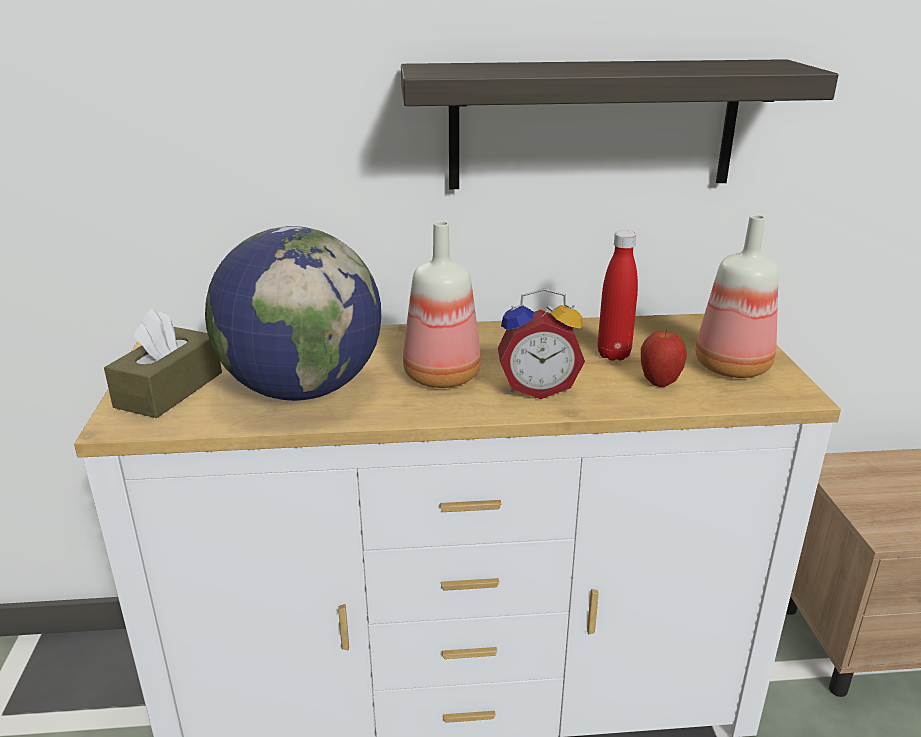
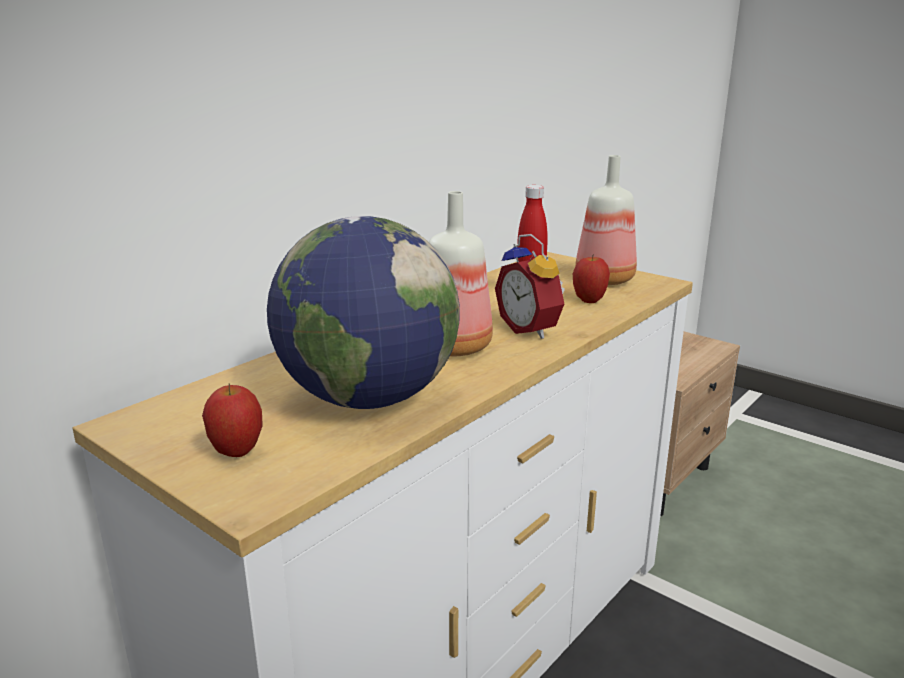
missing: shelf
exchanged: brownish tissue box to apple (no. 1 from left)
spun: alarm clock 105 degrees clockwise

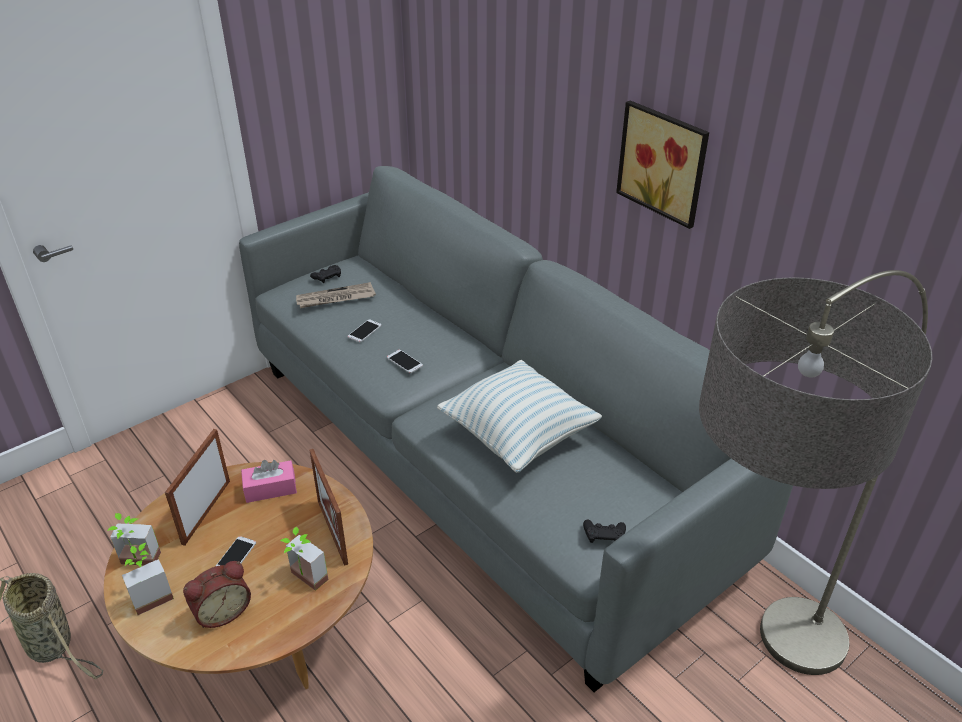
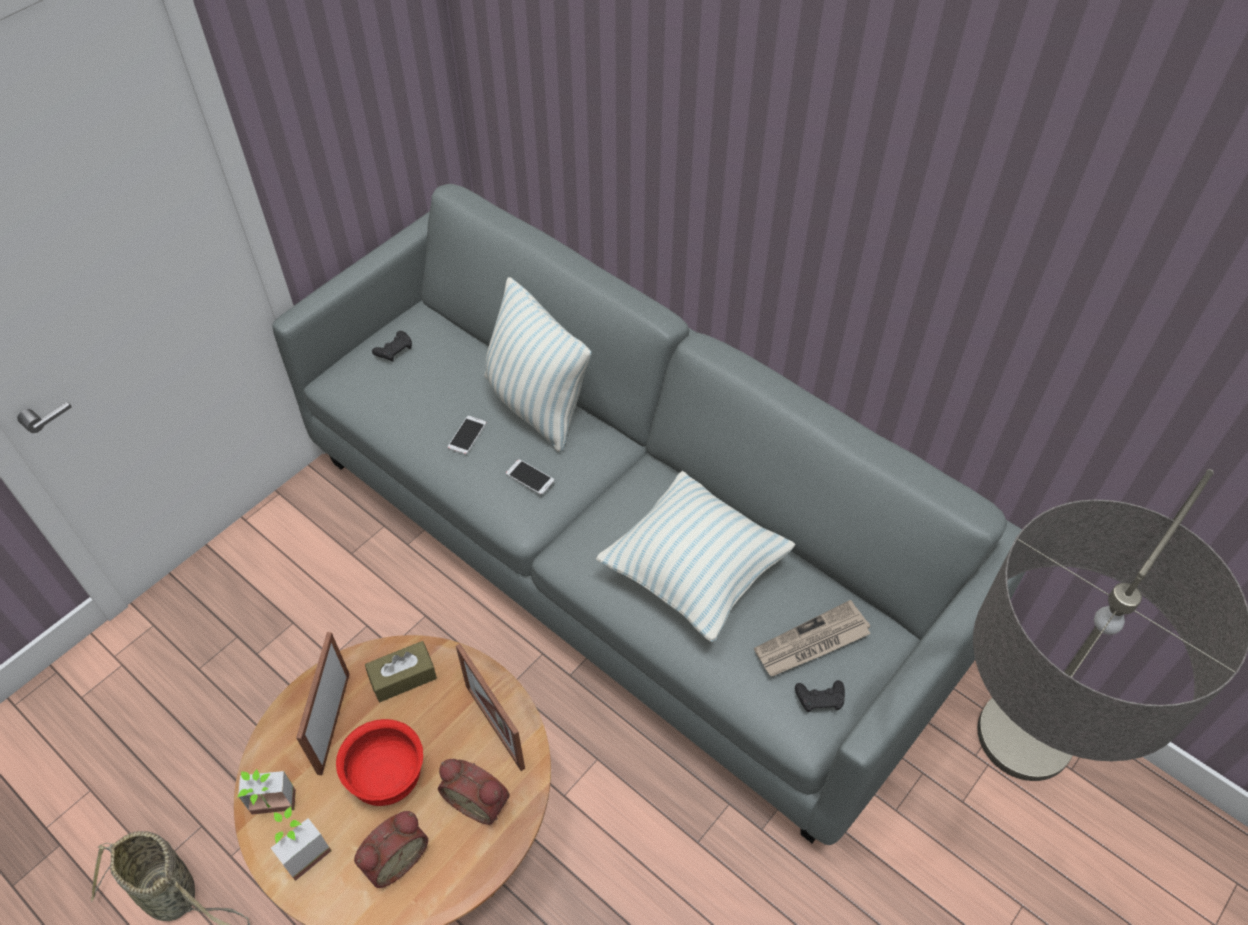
missing: wall art
appeared: pillow (no. 1 from left)
relocated: daily paper
exchanged: handset (no. 1 from left) to red bowl; houseplant (no. 3 from left) to alarm clock (no. 2 from left)
colour: pink tissue box to brownish tissue box

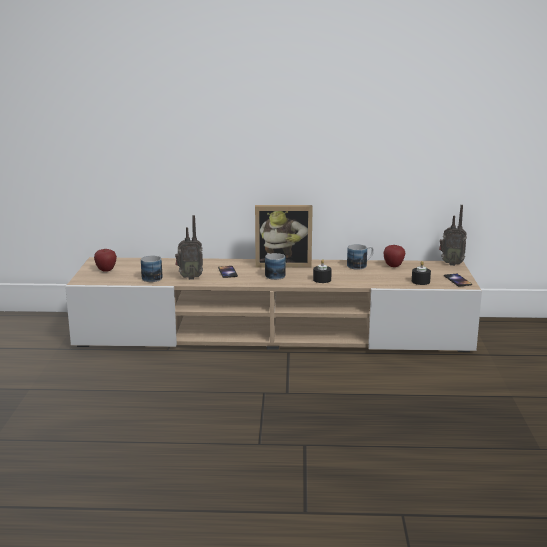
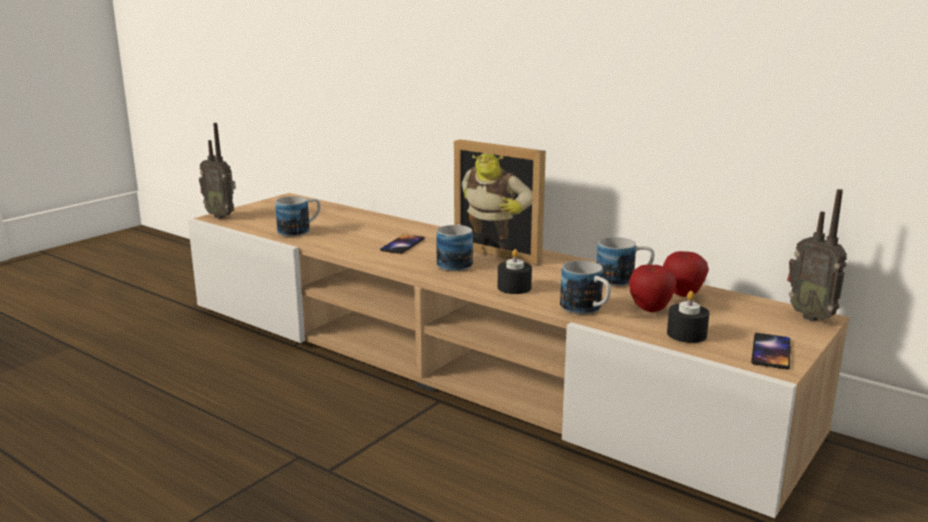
appeared: coffee mug (no. 3 from left)
relocated: apple (no. 1 from left); radio set (no. 1 from left)

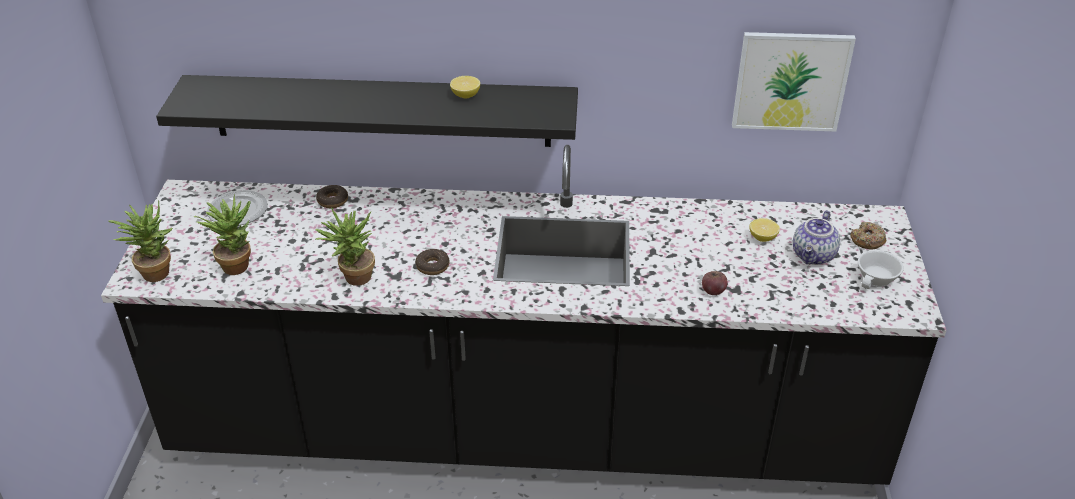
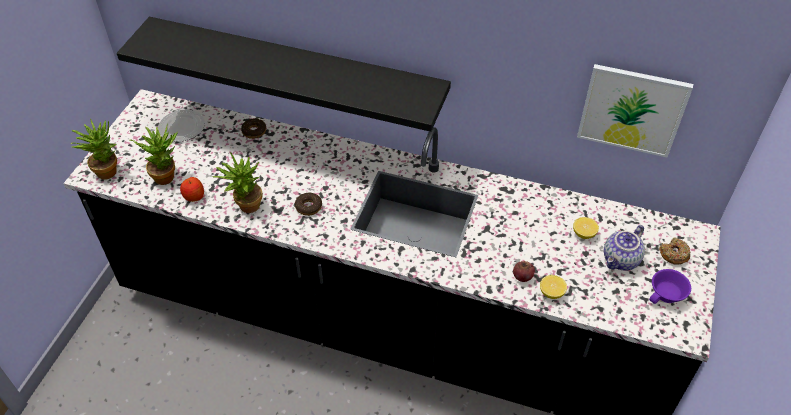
appeared: apple (no. 1 from left)
relocated: lemon (no. 1 from left)
colour: whitish small cup to purple small cup

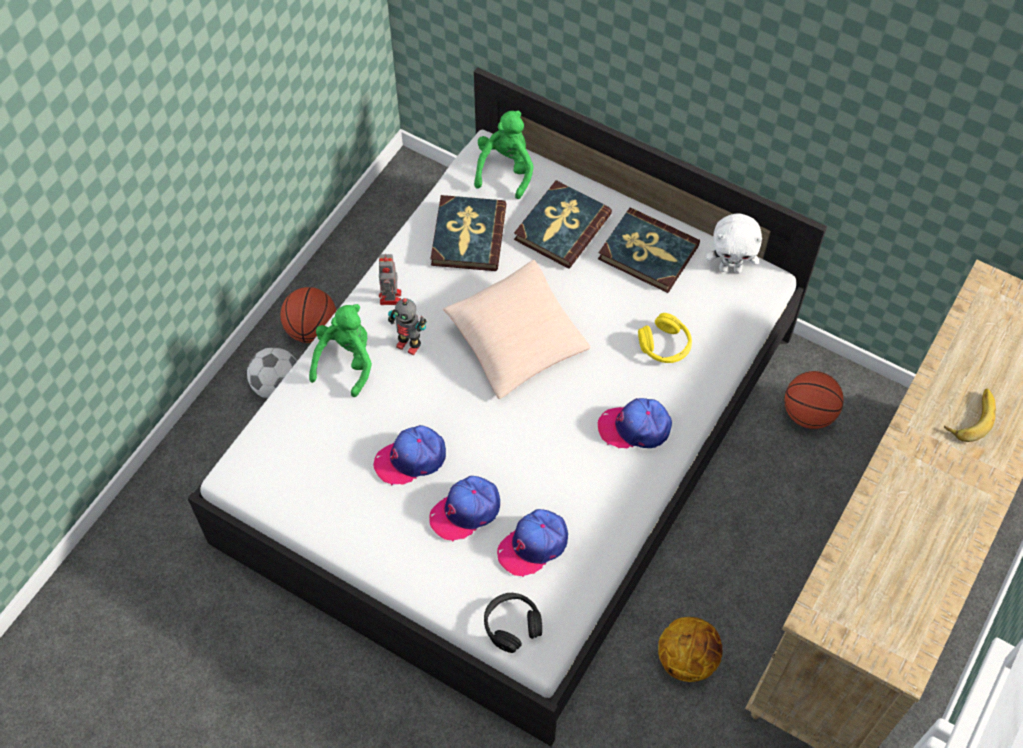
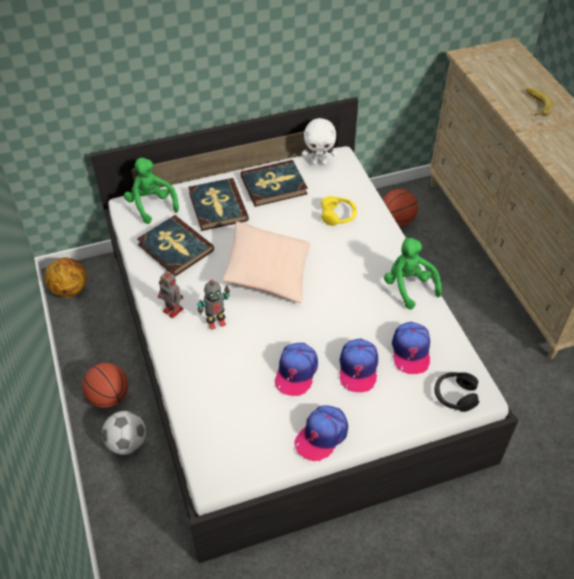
relocated: green cuddly toy (no. 1 from left in the first image) to green cuddly toy (no. 2 from left); baseball cap (no. 4 from left in the first image) to baseball cap (no. 2 from left); ball for basketball (no. 2 from left in the first image) to ball for basketball (no. 1 from left)
spun: whitish cuddly toy 45 degrees clockwise

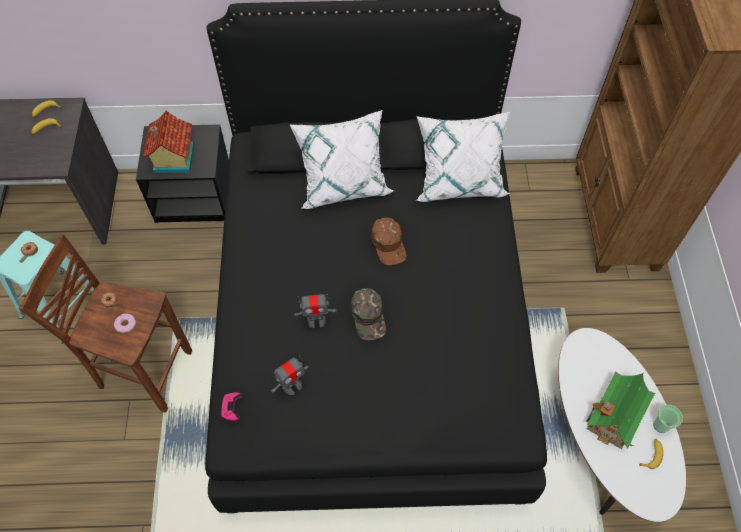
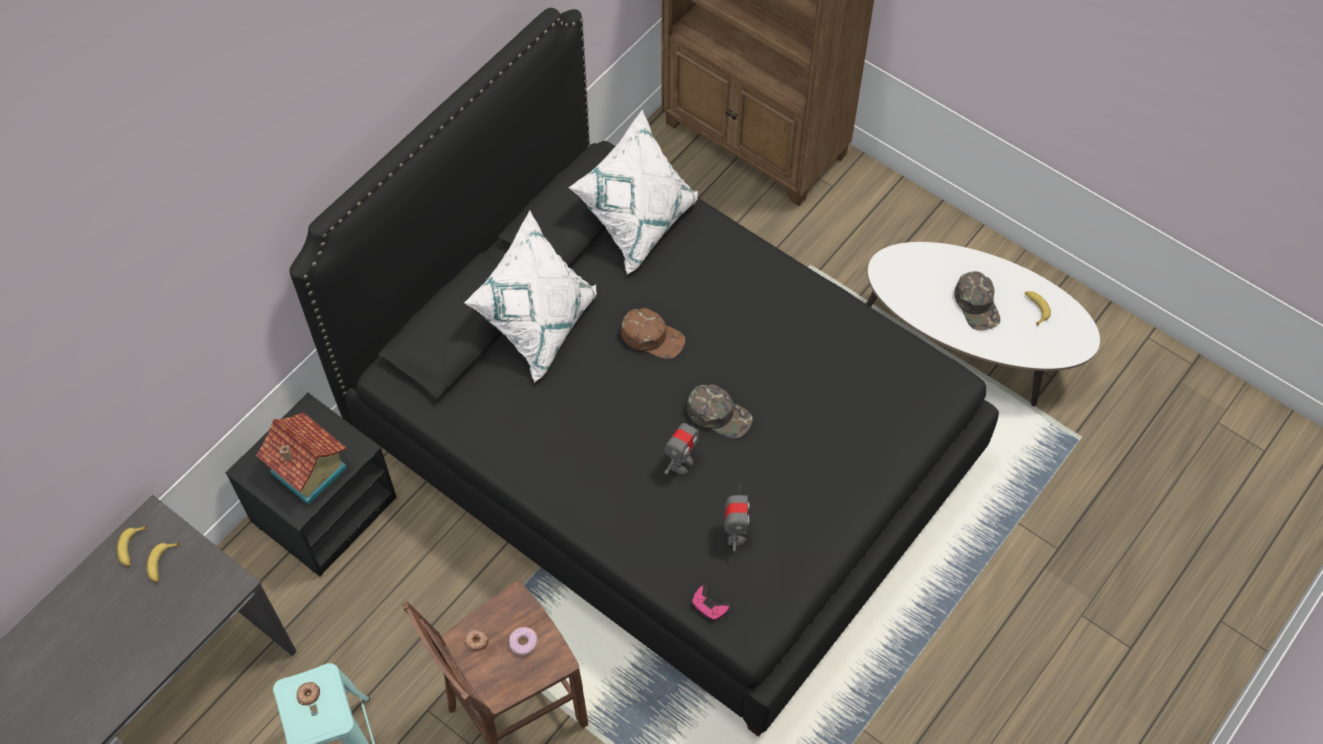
missing: small cup
exchanged: model house (no. 2 from left) to green baseball cap (no. 2 from left)

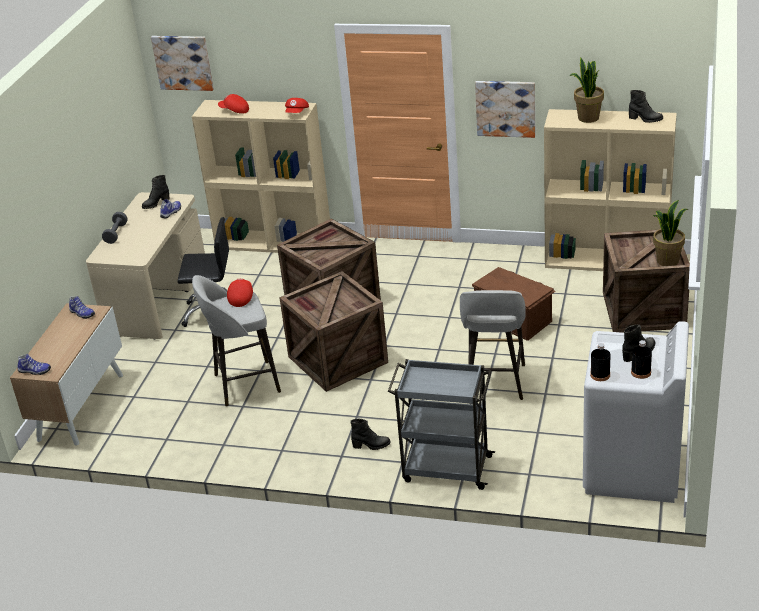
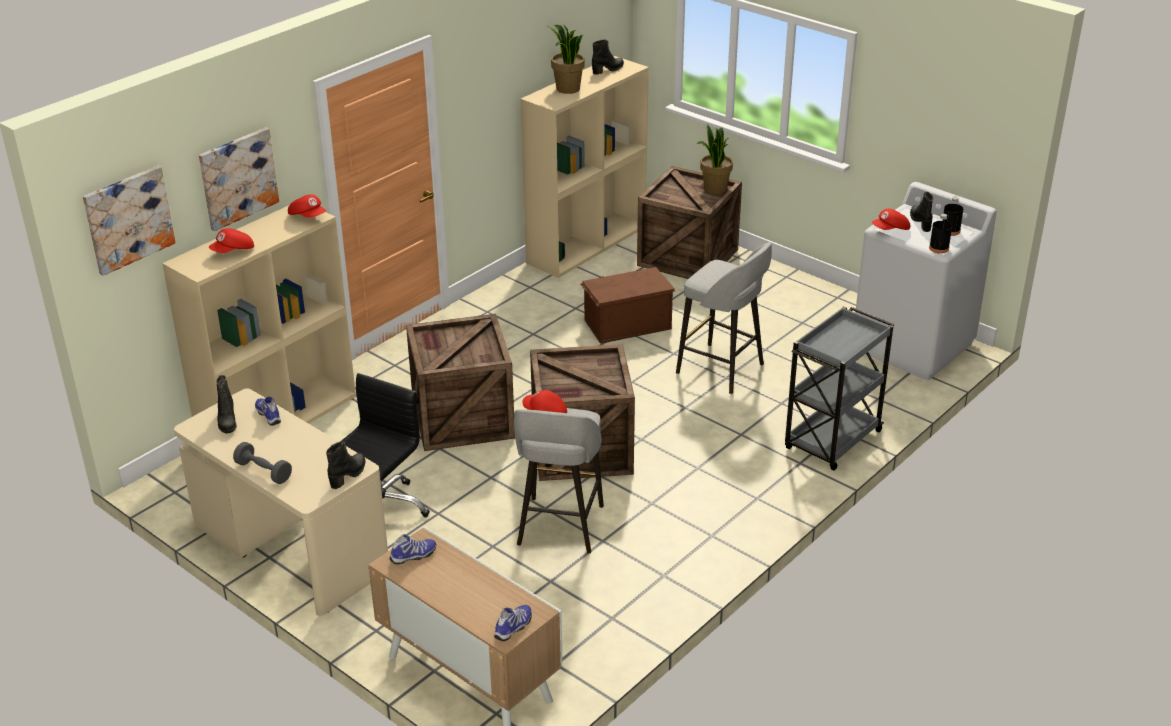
appeared: red baseball cap (no. 4 from left)
relocated: black-coloured boot (no. 2 from left); wall art (no. 2 from left)

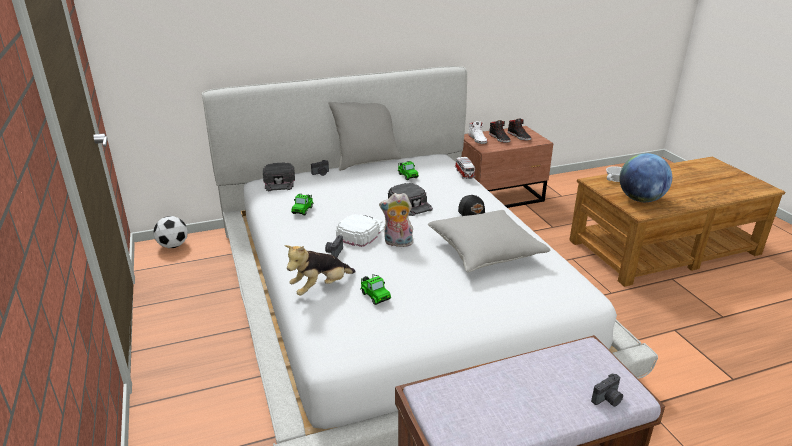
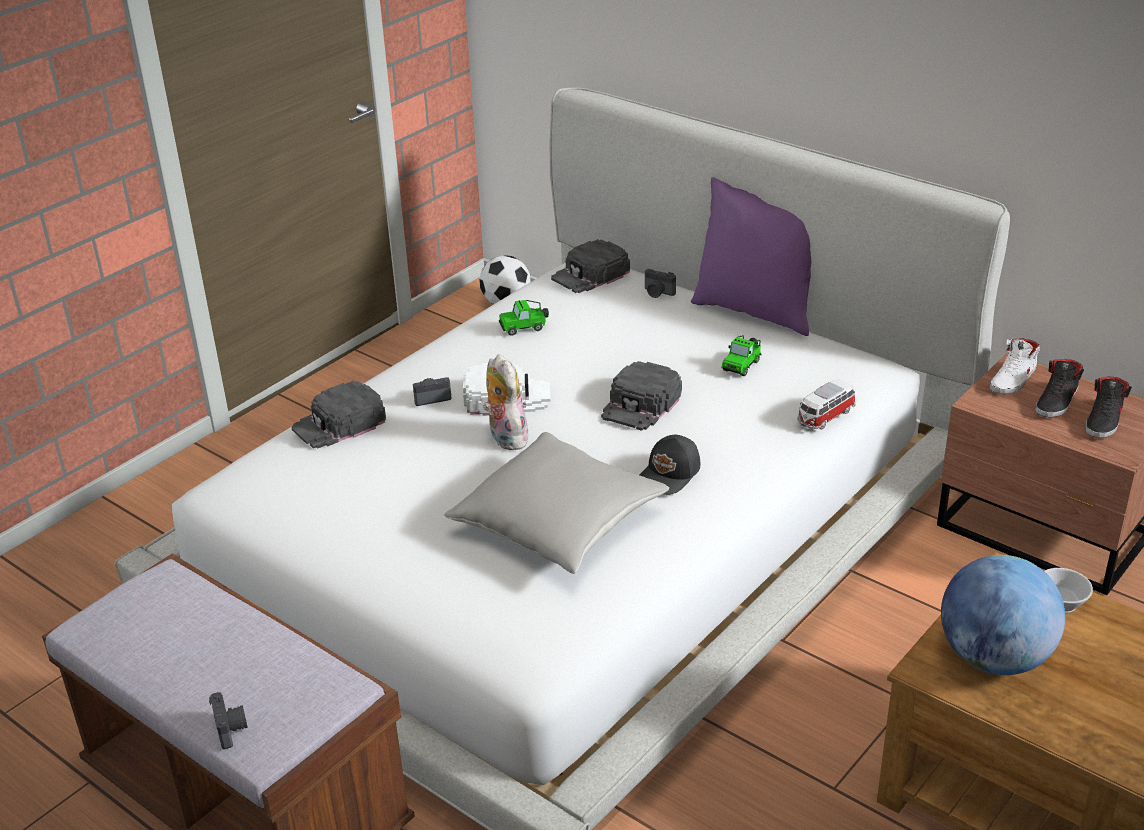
missing: toy car (no. 2 from left)
exchanged: cuddly toy (no. 1 from left) to black-coloured baseball cap (no. 1 from left)
colour: greyish pillow (no. 1 from left) to purple pillow
spun: still camera (no. 3 from left in the first image) 135 degrees counterclockwise

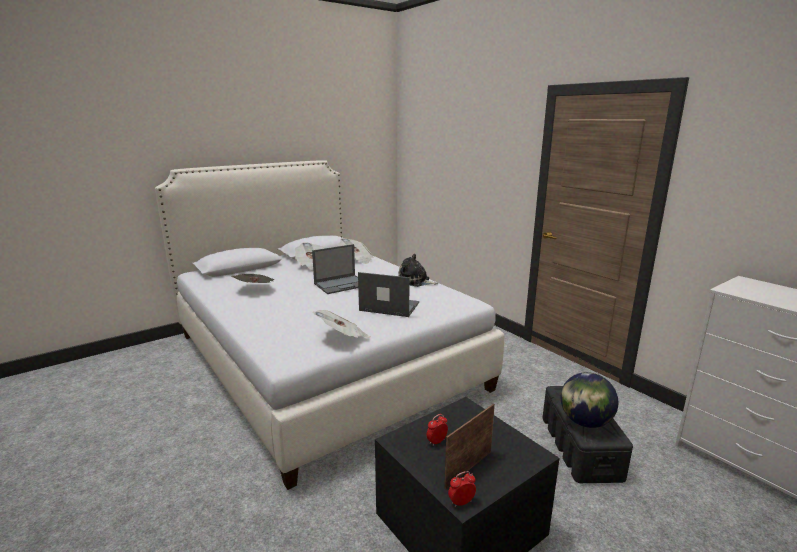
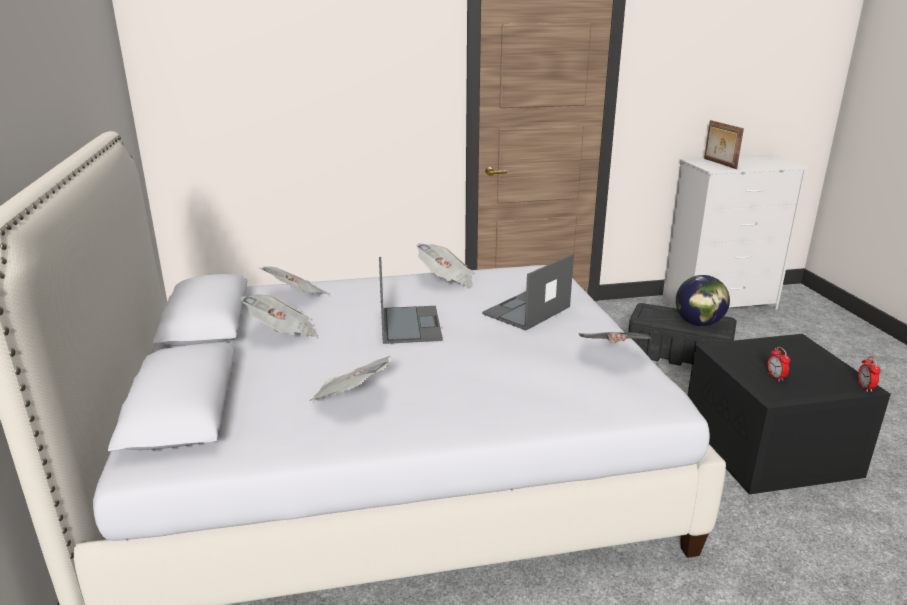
relocated: standing frame
exchanged: cuddly toy to daily paper (no. 4 from left)

